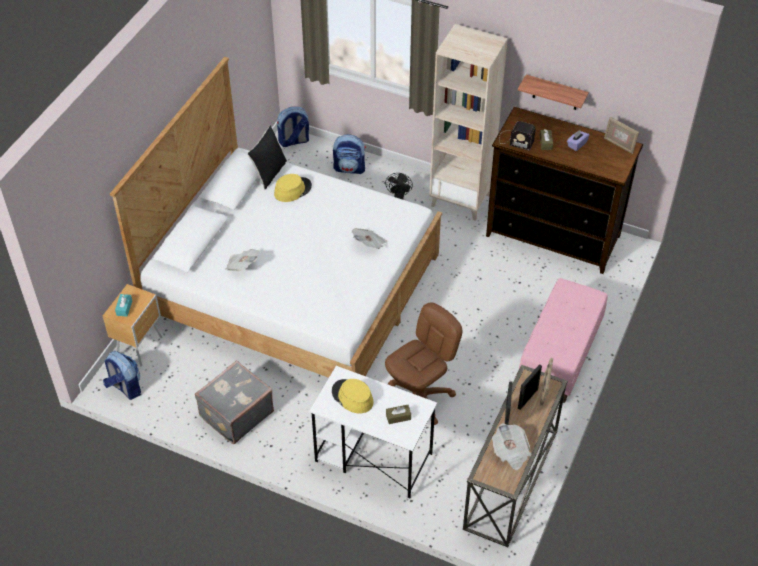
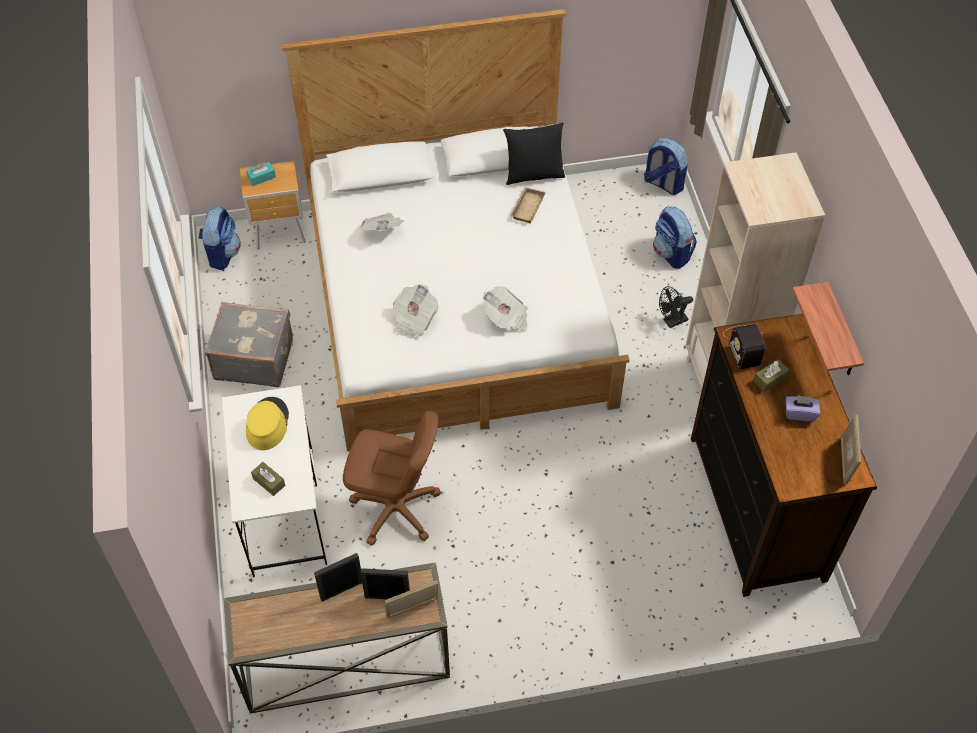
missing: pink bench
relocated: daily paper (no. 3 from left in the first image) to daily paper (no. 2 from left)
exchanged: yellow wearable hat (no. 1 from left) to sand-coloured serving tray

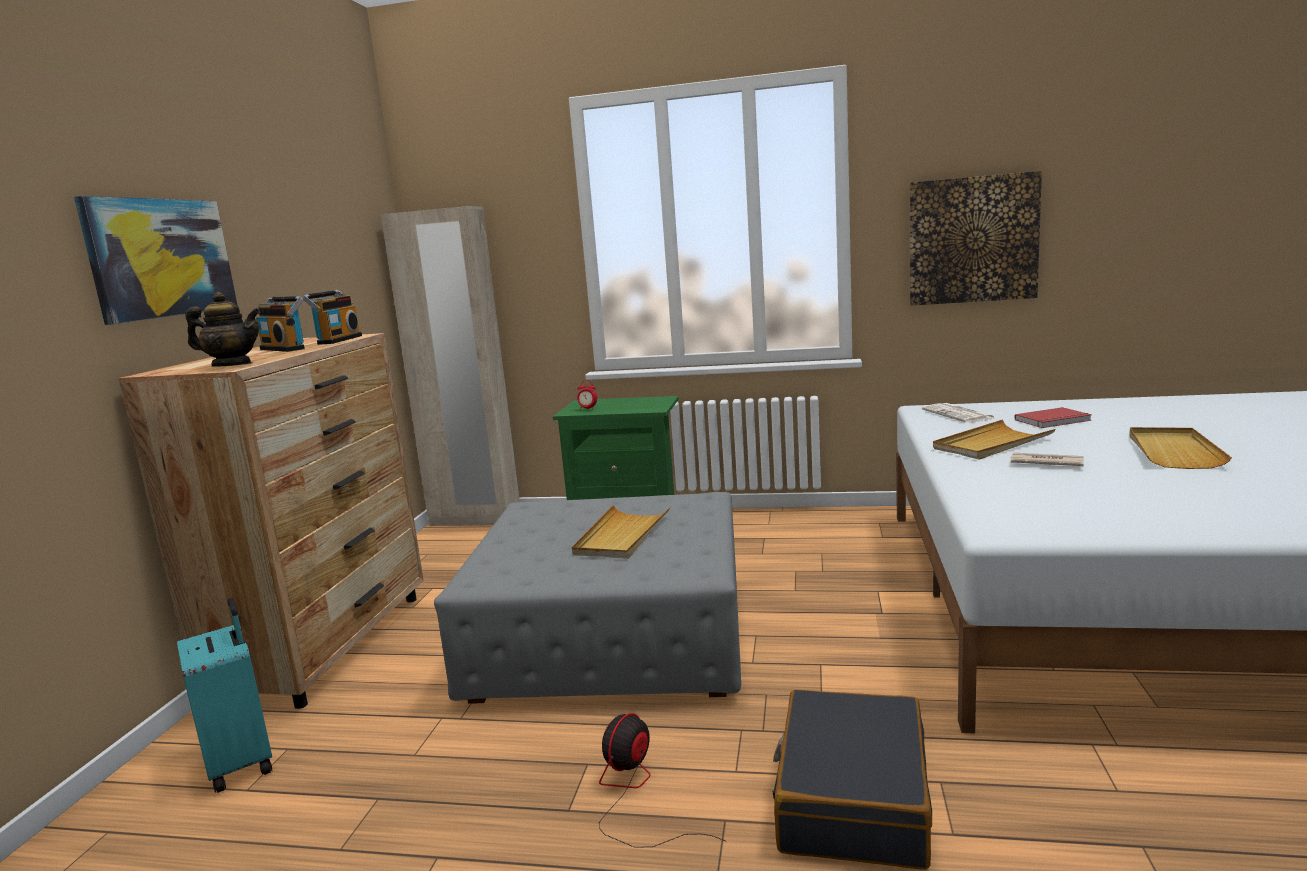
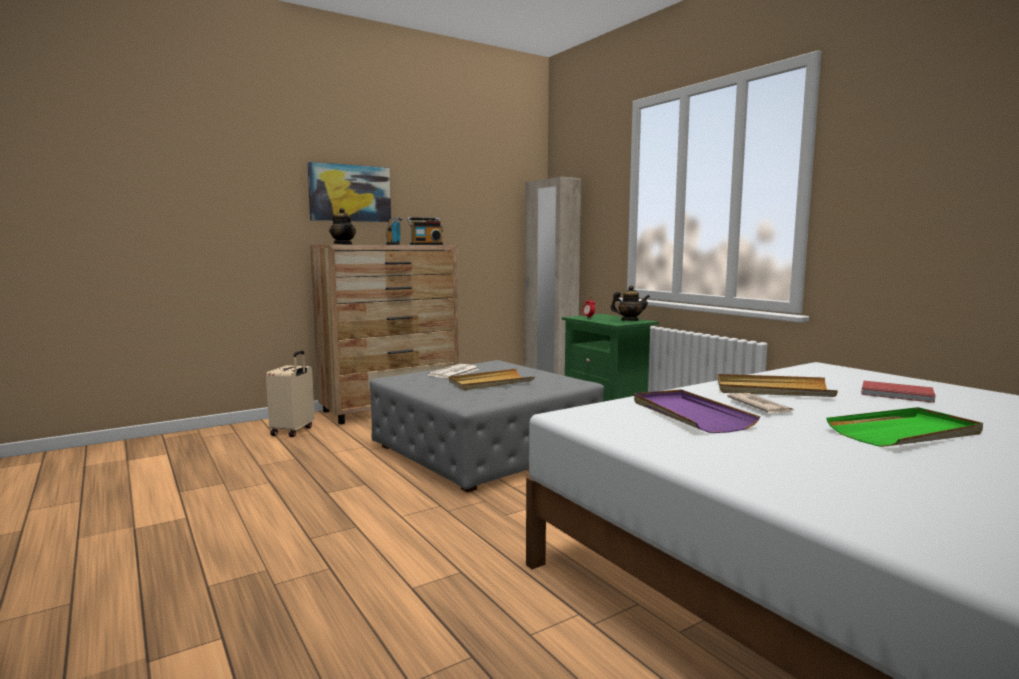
missing: fan; black-coloured piece of luggage; wall art (no. 2 from left)
appeared: teapot (no. 2 from left); purple serving tray
relocated: daily paper (no. 1 from left)
colour: turquoise piece of luggage to sand-coloured piece of luggage; sand-coloured serving tray (no. 3 from left) to green serving tray

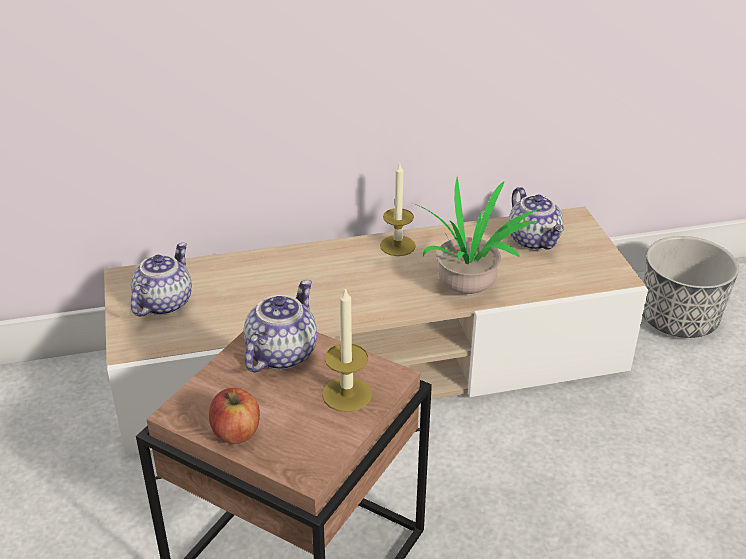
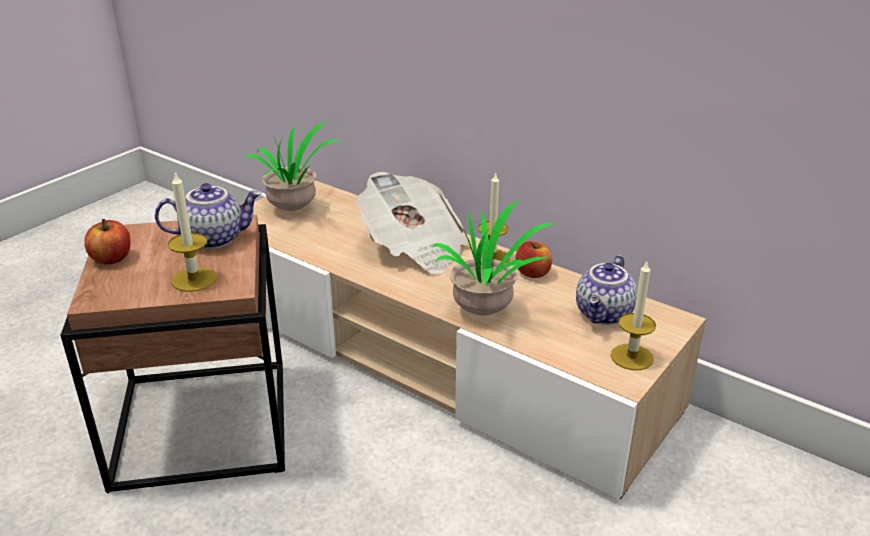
missing: planter
appeared: daily paper; apple (no. 2 from left); wax candle (no. 3 from left)
exchanged: teapot (no. 1 from left) to houseplant (no. 1 from left)

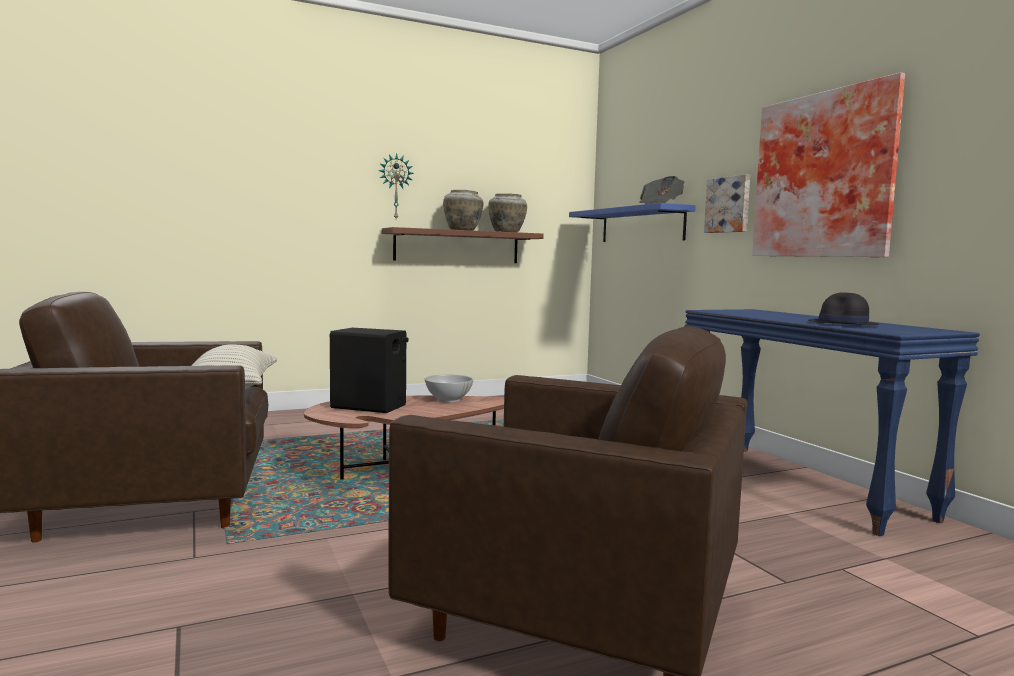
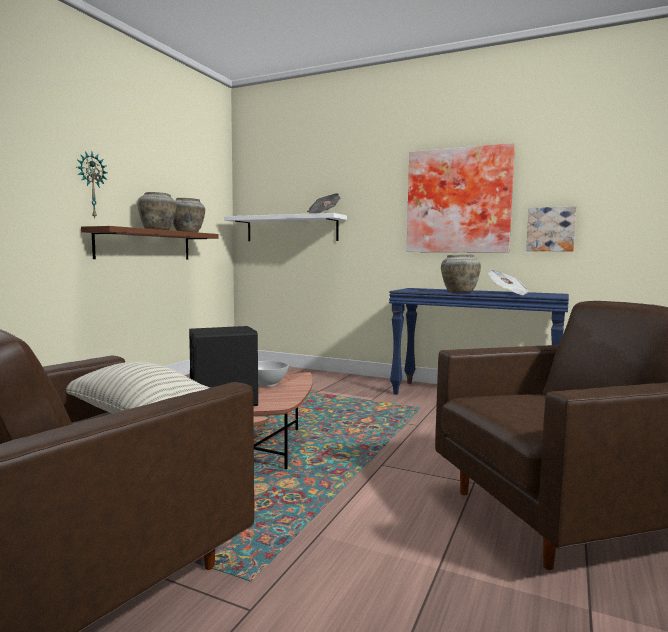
appeared: sand-coloured flower vase (no. 3 from left)
relocated: wall art (no. 1 from left in the first image) to wall art (no. 2 from left)
exchanged: black-coloured wearable hat to daily paper (no. 2 from left)
colour: bluish shelf to whitish shelf

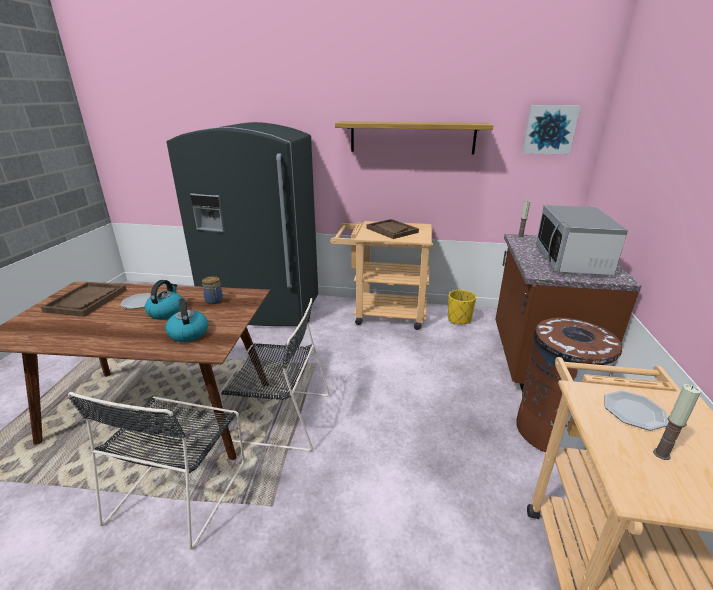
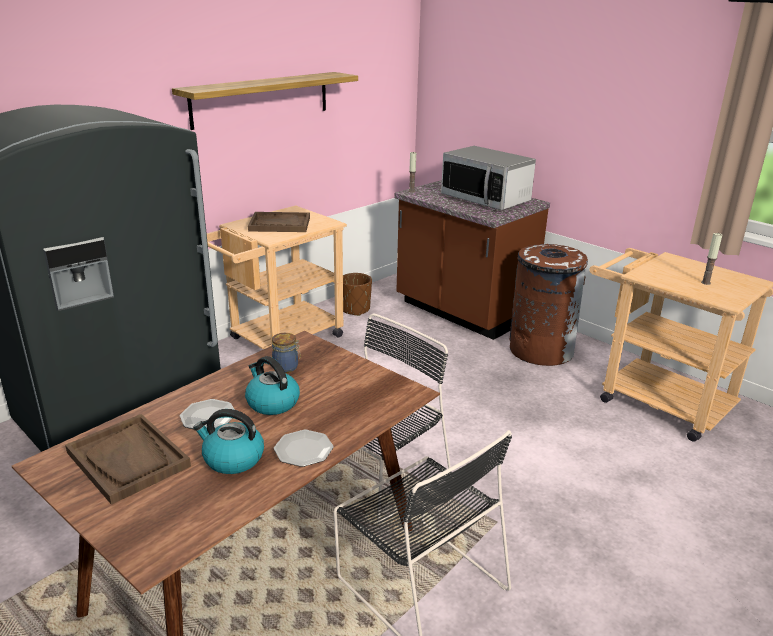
missing: wall art
relocated: kettle (no. 2 from left in the first image) to kettle (no. 1 from left); flat dish (no. 2 from left)
colour: yellow planter to brownish planter

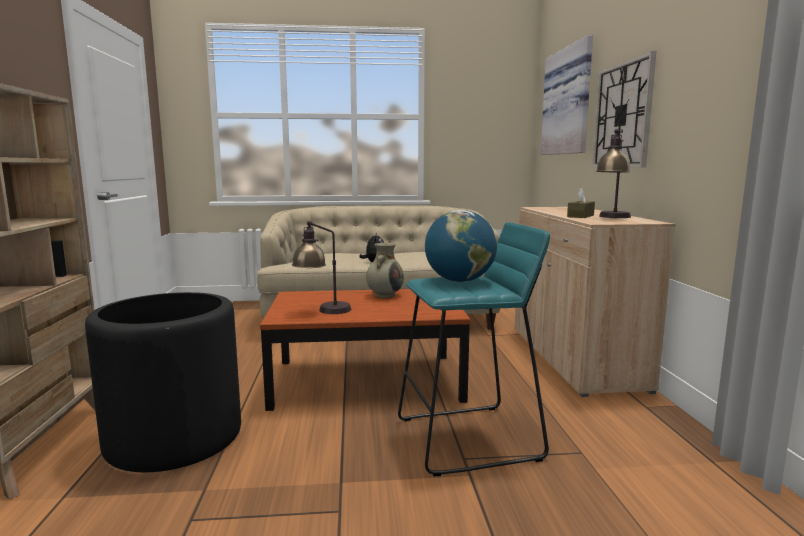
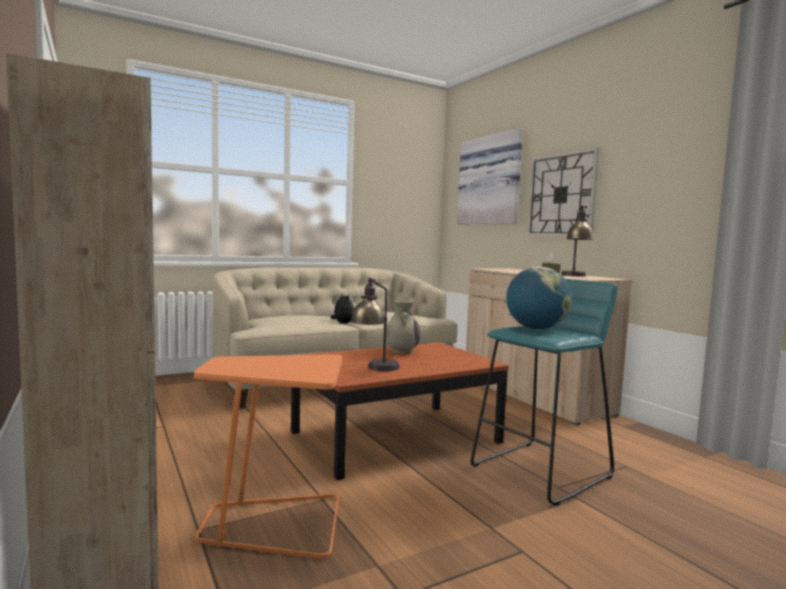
exchanged: black-coloured planter to orange-coloured end table

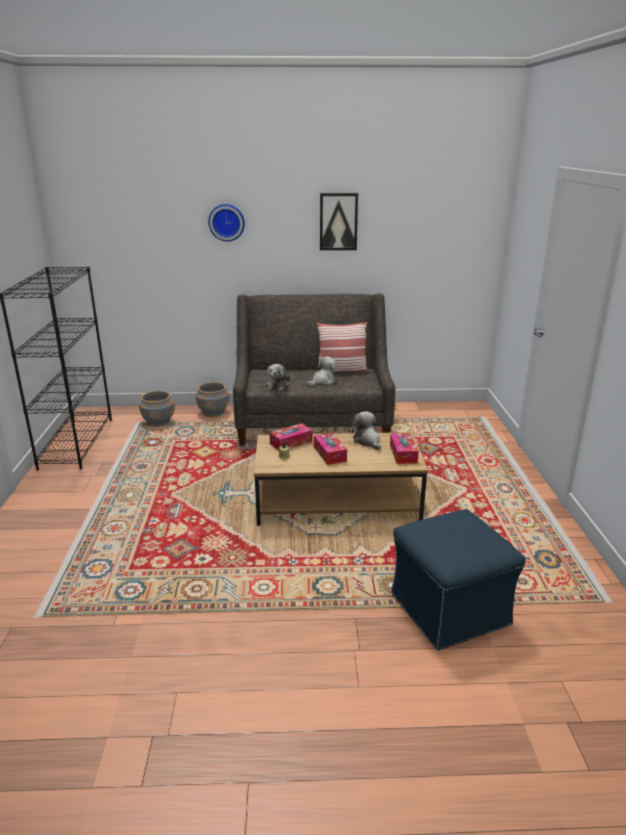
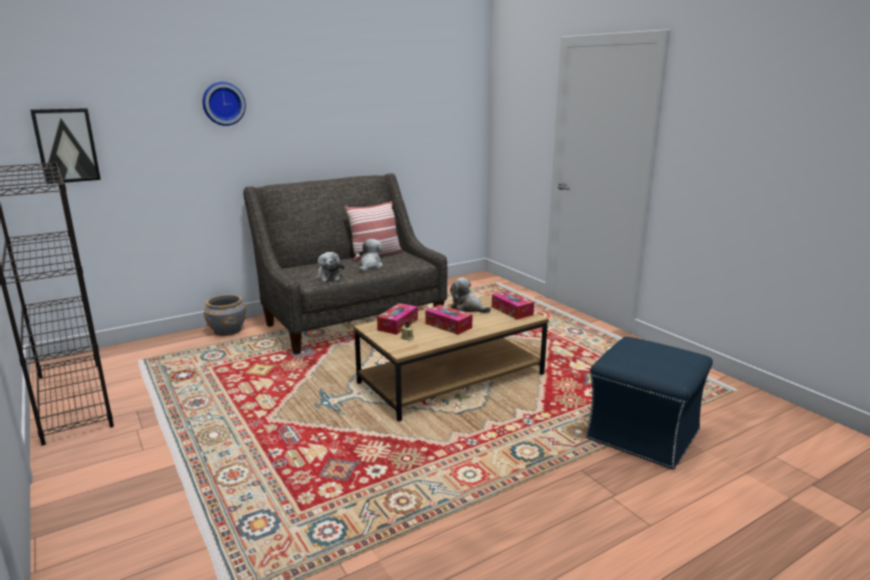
missing: greyish planter (no. 1 from left)
relocated: wall art

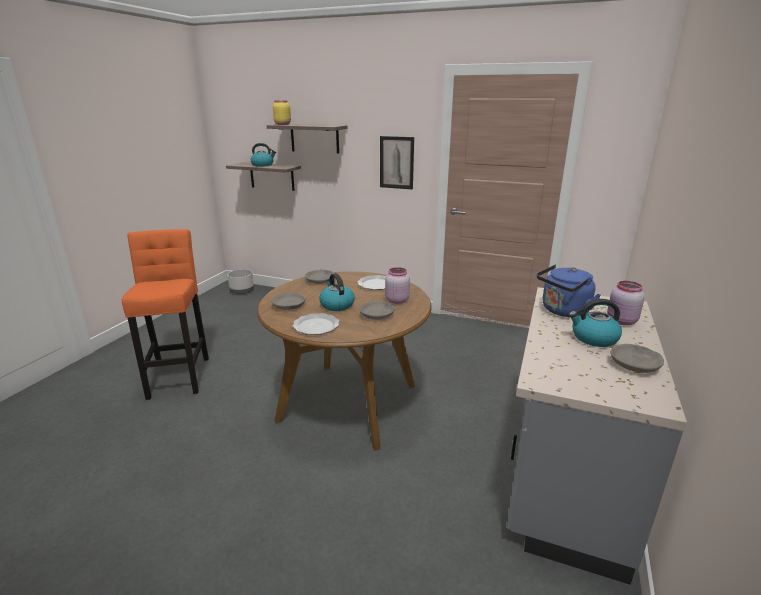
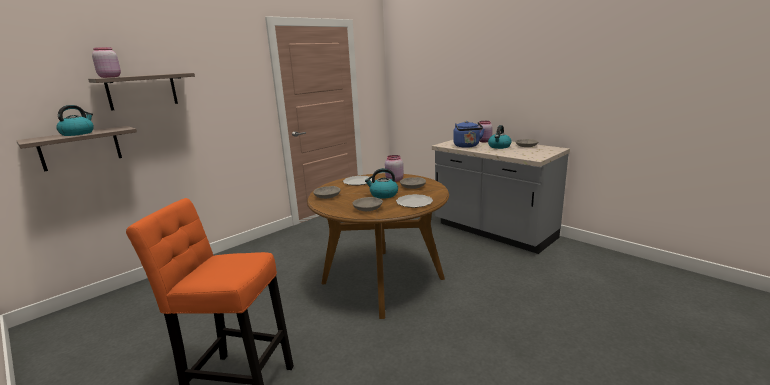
missing: greyish planter; wall art
colour: yellow storage jar to pink storage jar (no. 1 from left)

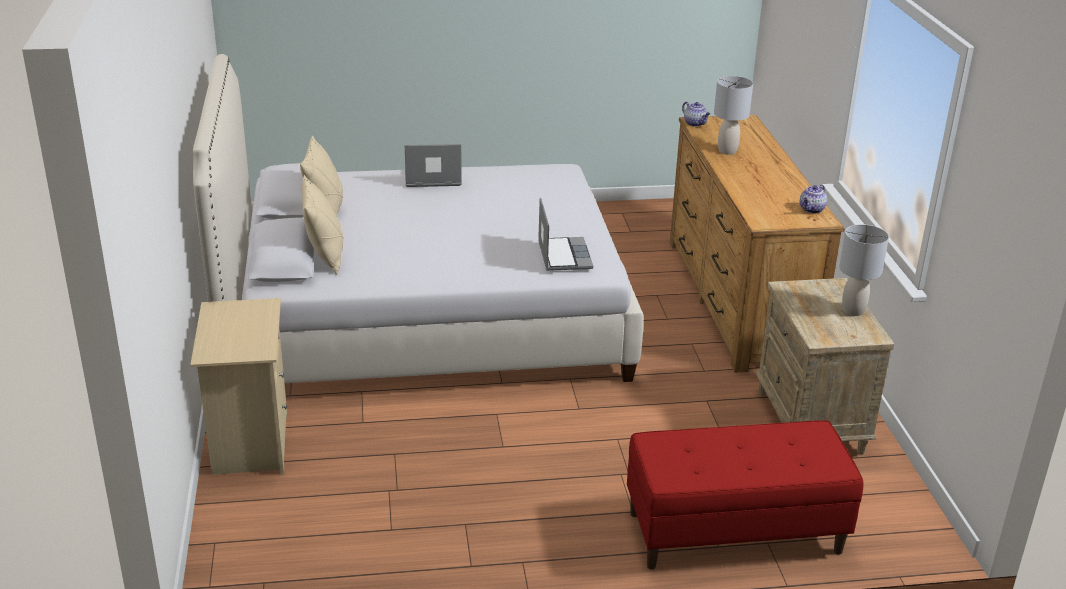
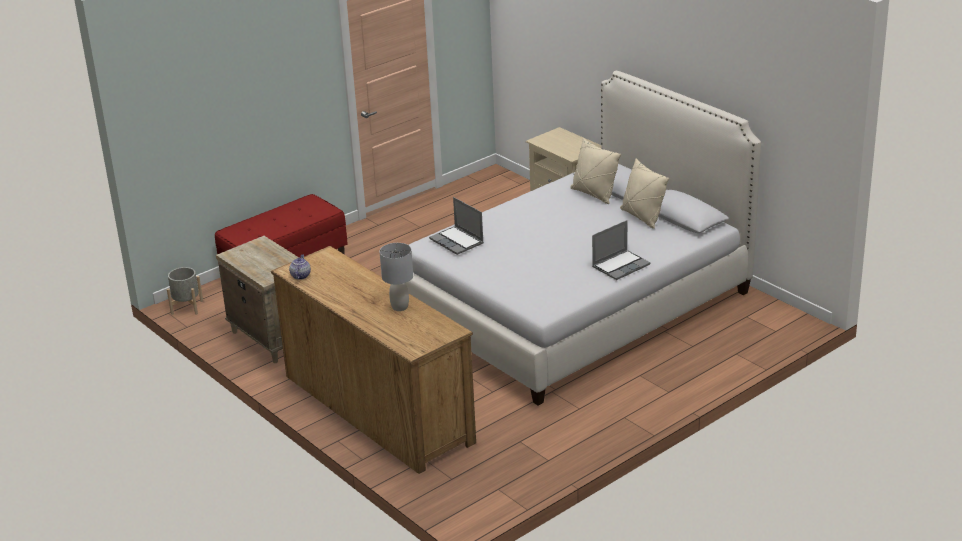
missing: teapot (no. 1 from left); greyish tabletop lamp (no. 2 from left)
appeared: greyish planter

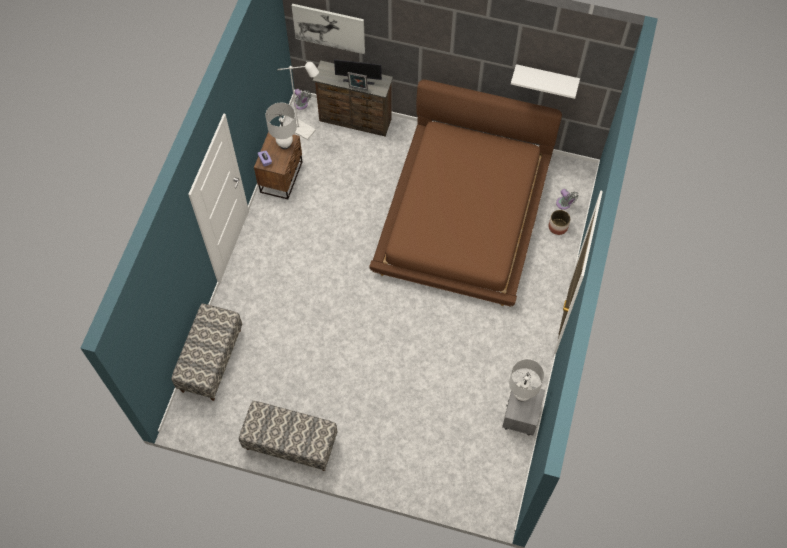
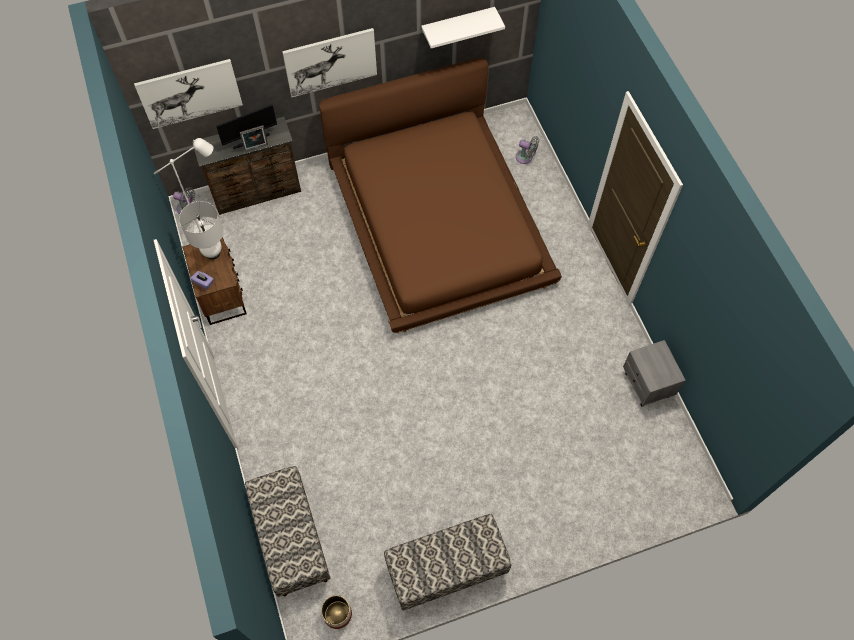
missing: whitish tabletop lamp (no. 2 from left)
appeared: wall art (no. 2 from left)
relocated: planter

